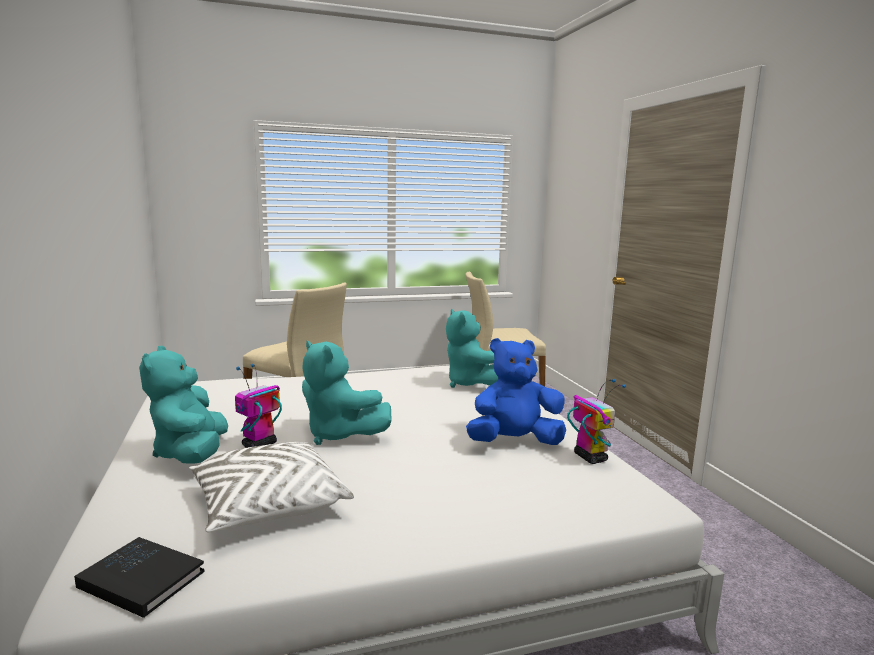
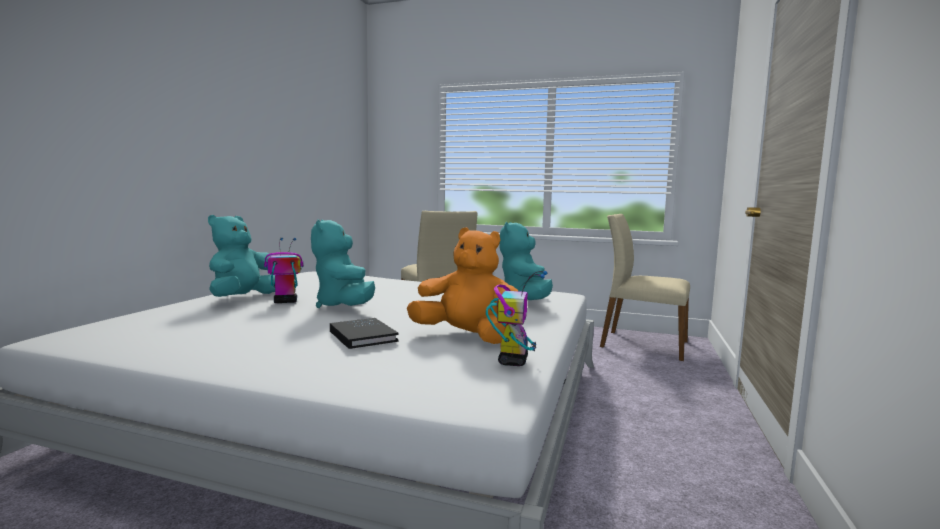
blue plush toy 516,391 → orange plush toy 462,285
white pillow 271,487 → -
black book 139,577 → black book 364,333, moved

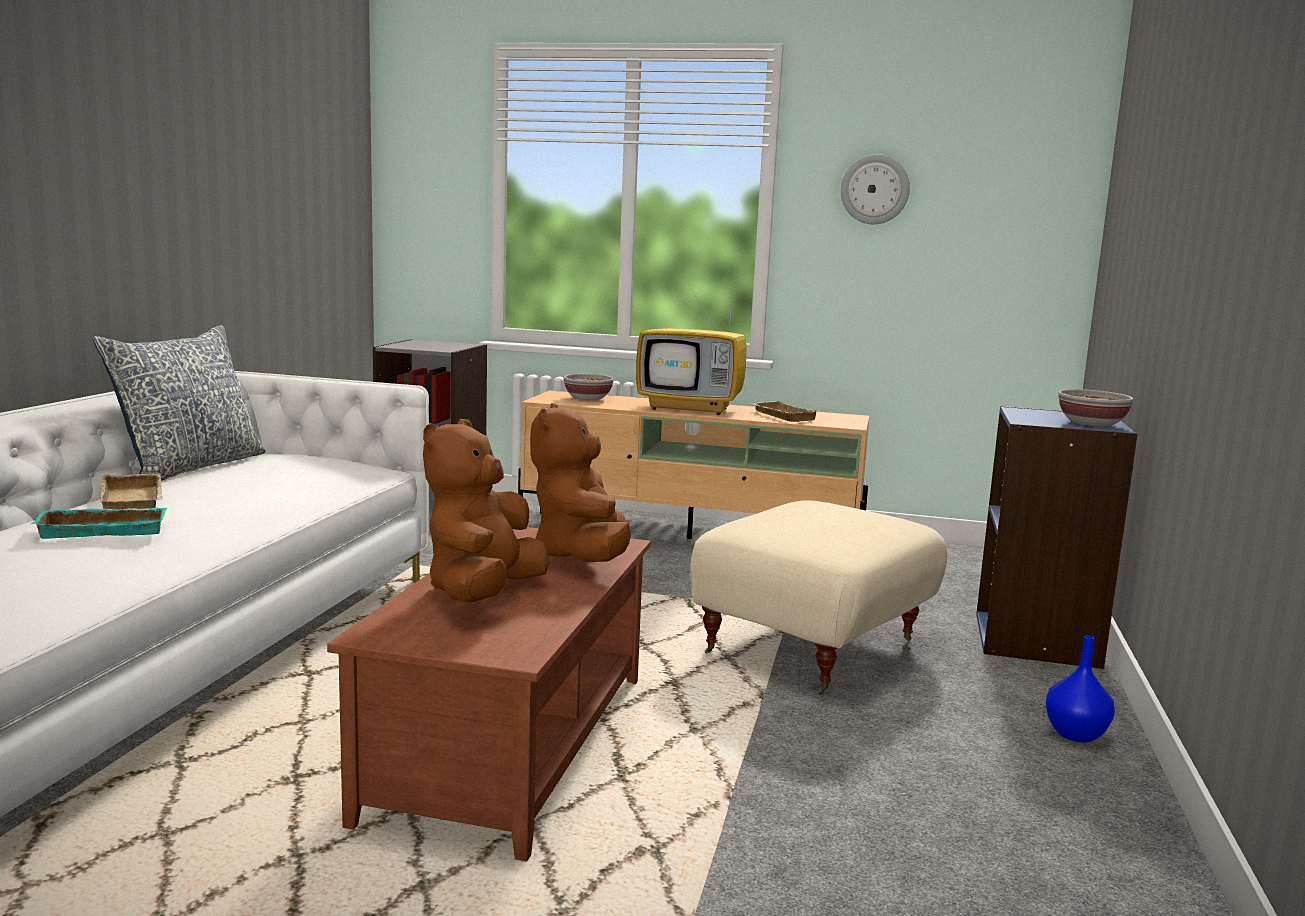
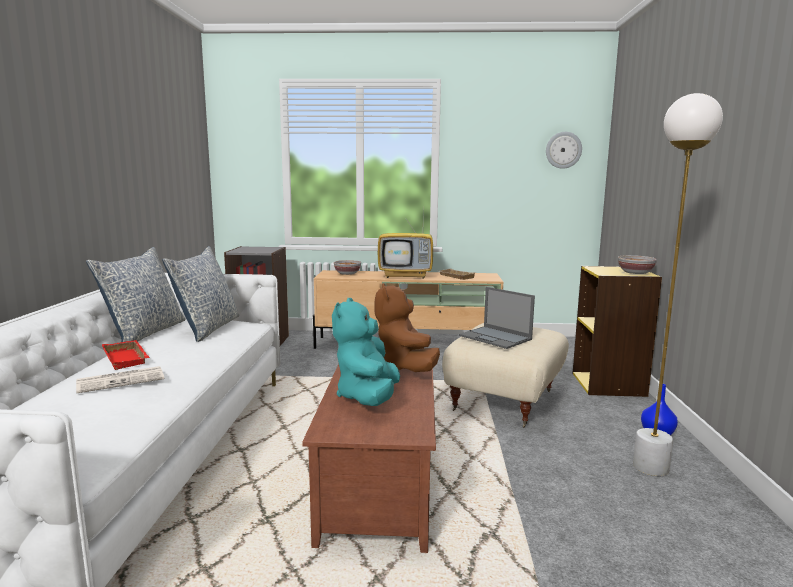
wall clock 875,189 → wall clock 564,150, moved
blue bookcase 1057,537 → yellow bookcase 617,331
brown plush toy 486,510 → turquoise plush toy 366,352
beige tray 131,491 → red tray 126,355
turquoise tray 99,523 → newspaper 120,379
- → white floor lamp 678,284
- → pillow 200,294
- → laptop 497,318

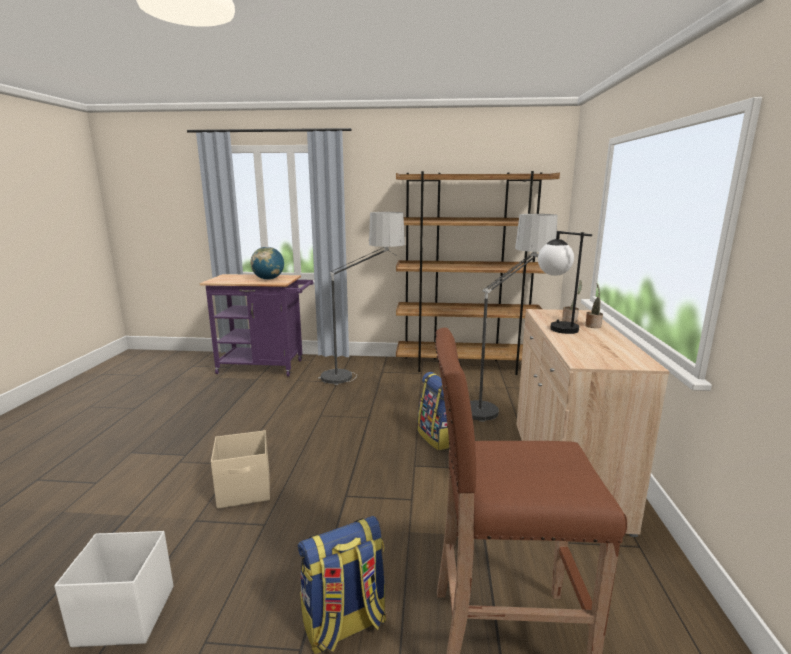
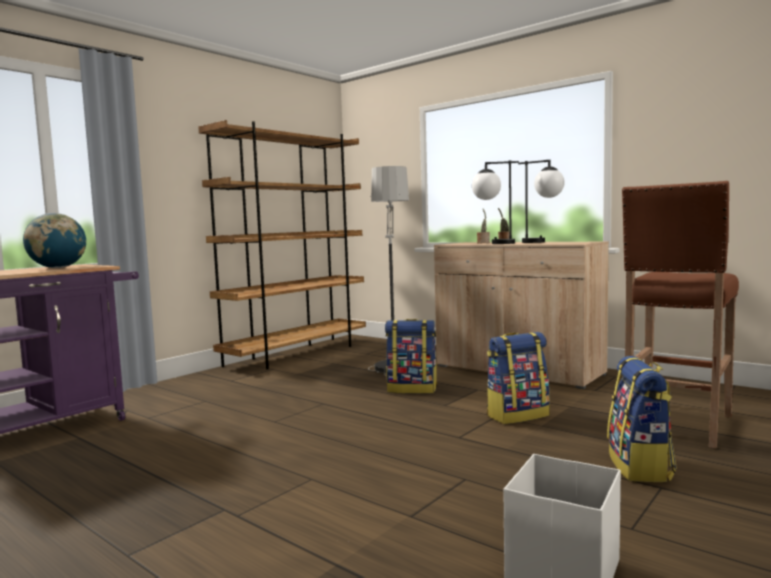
floor lamp 361,298 → -
beige storage box 240,469 → -
- → table lamp 541,201
- → backpack 518,378

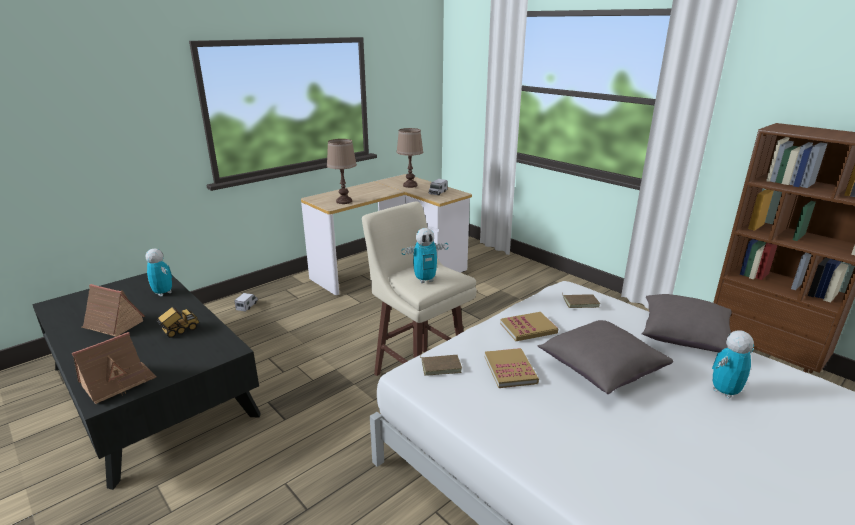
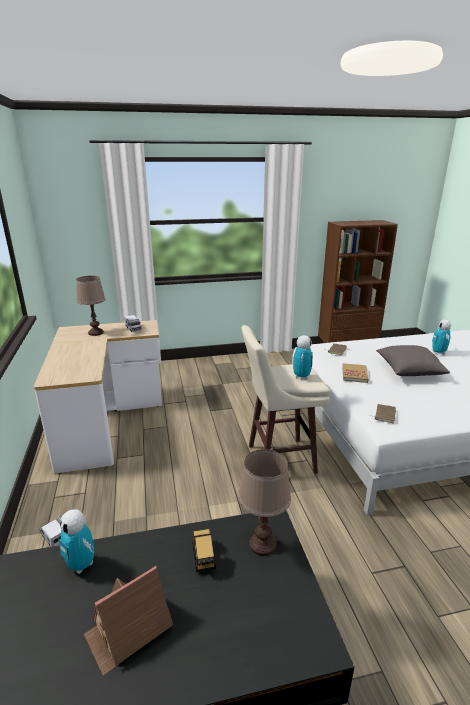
brown table lamp 342,171 → brown table lamp 264,502, moved
toy robot 159,272 → toy robot 76,541, 120 degrees counterclockwise
grey pillow 687,323 → -
toy house 114,368 → -
book 512,368 → -

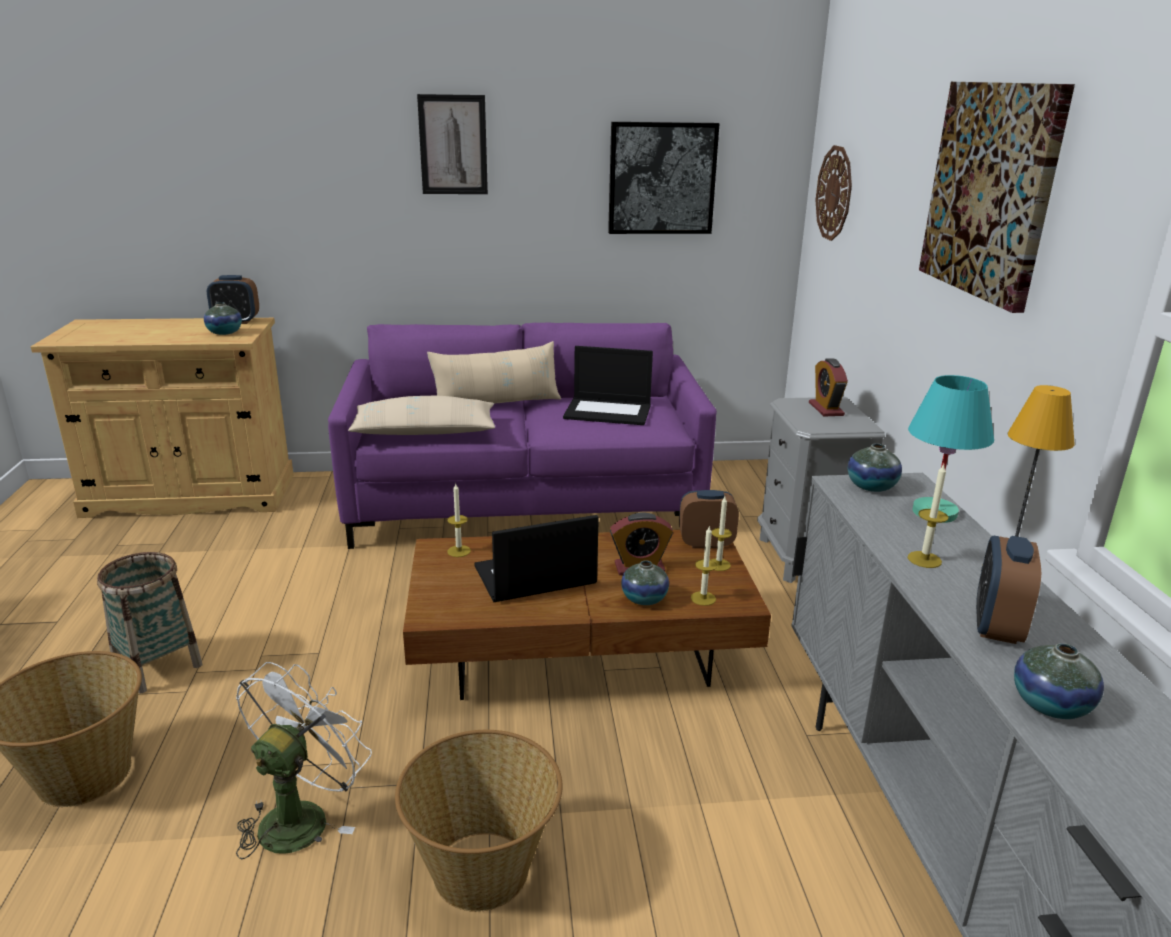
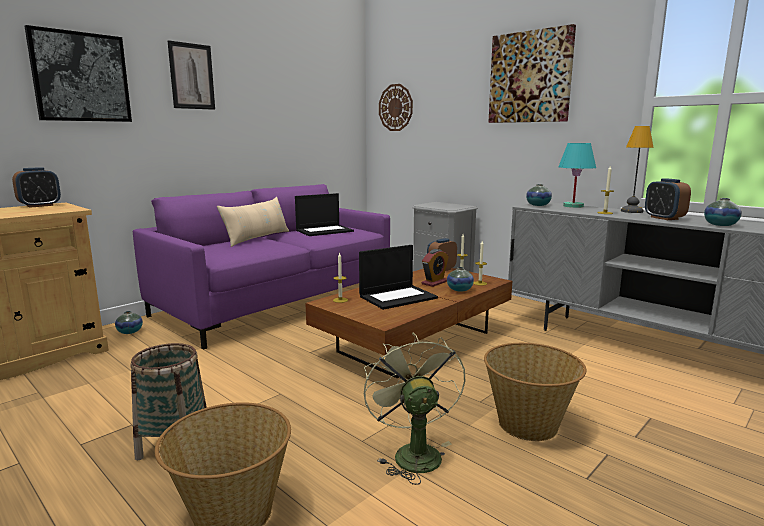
picture 664,178 → picture 78,73, moved
vase 223,318 → vase 129,322, moved
alarm clock 828,387 → -
beige pillow 421,415 → -
laptop 536,558 → laptop 398,277, 150 degrees counterclockwise
white fan 304,760 → green fan 414,408

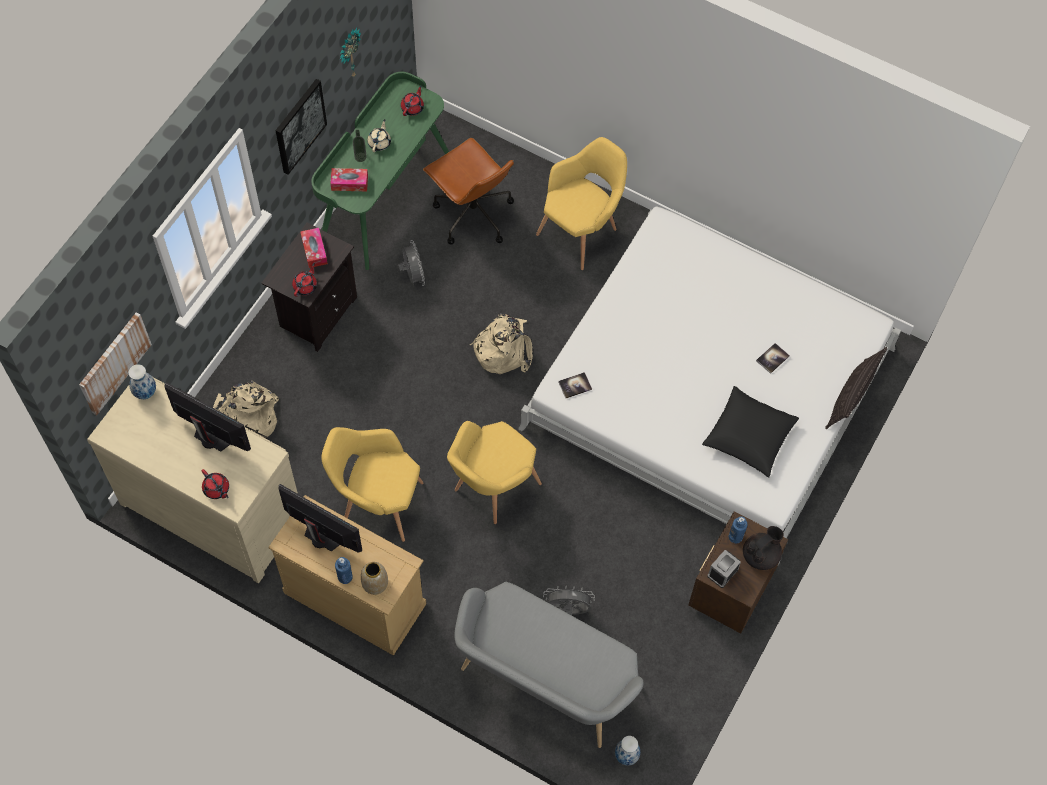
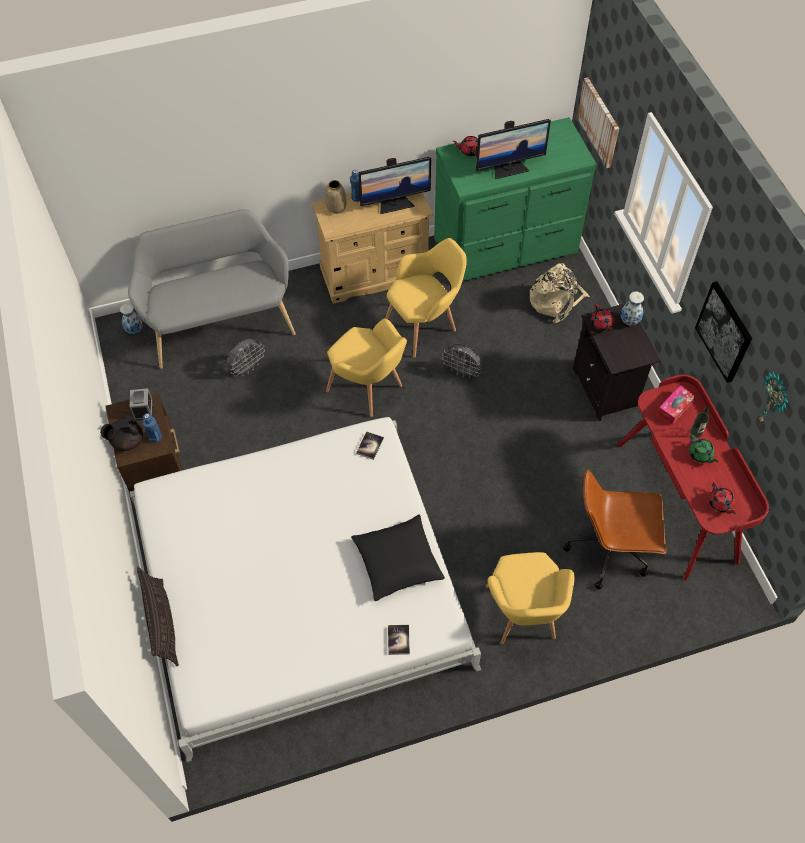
green desk 380,171 → red desk 693,478
beige teapot 379,135 → green teapot 703,449
tissue box 314,248 → -
grey fan 411,263 → grey fan 462,361, moved
beige backpack 501,343 → -
book 773,358 → book 399,640, moved
vase 142,381 → vase 632,309, moved
beige dresser 192,480 → green dresser 515,199
black pillow 750,431 → black pillow 398,557, moved
yellow armchair 494,472 → yellow armchair 366,368, 135 degrees clockwise
black teapot 763,548 → black teapot 121,433, 60 degrees clockwise

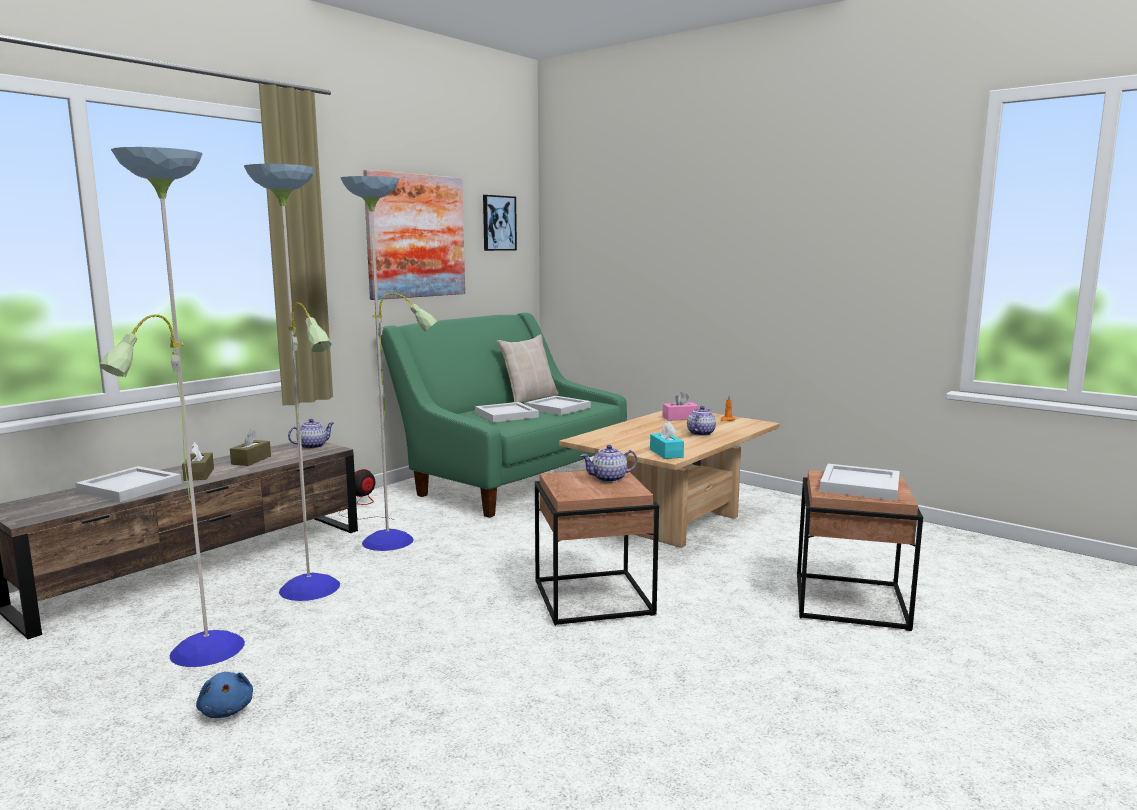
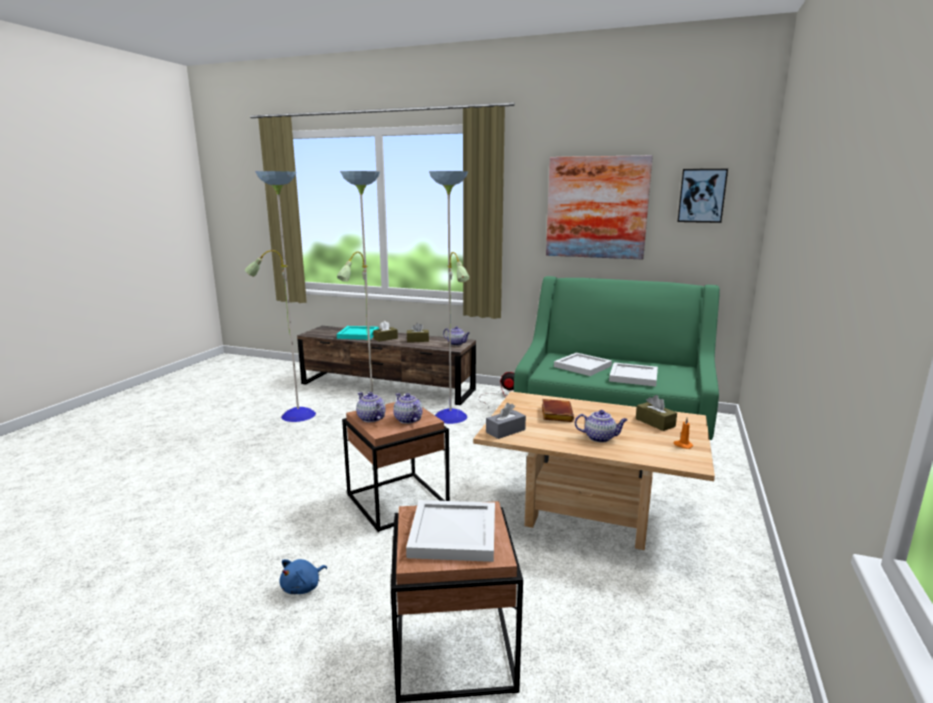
beige pillow 527,368 → -
pink tissue box 680,406 → brown tissue box 656,413
turquoise tissue box 667,440 → grey tissue box 506,421
white tray 128,484 → turquoise tray 358,333
blue plush toy 224,695 → blue plush toy 303,576, moved
- → teapot 371,407
- → brown book 558,410

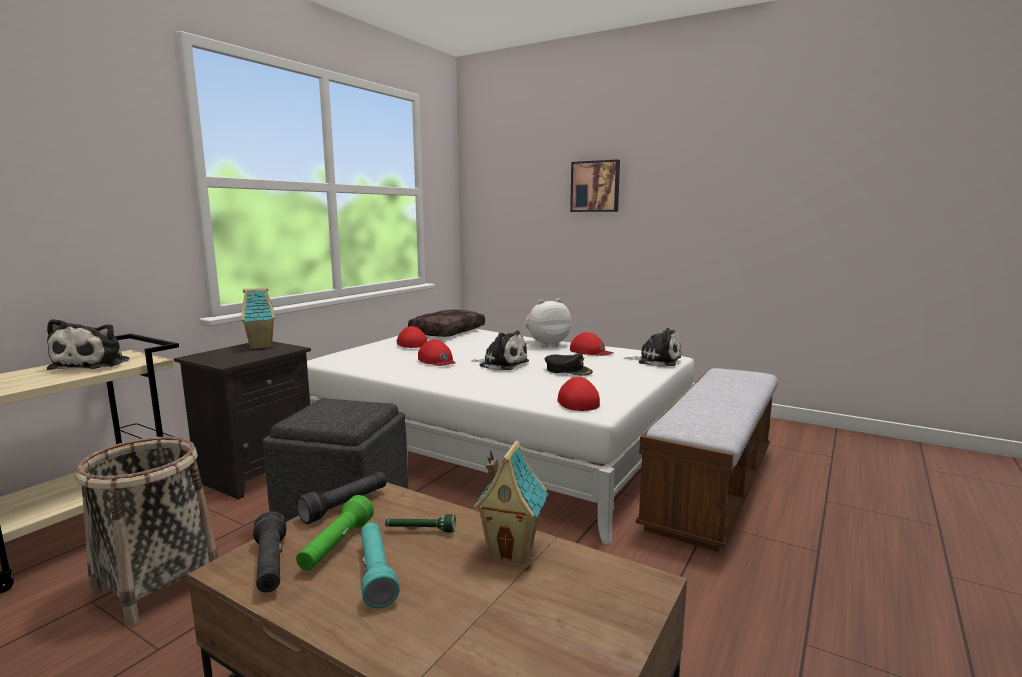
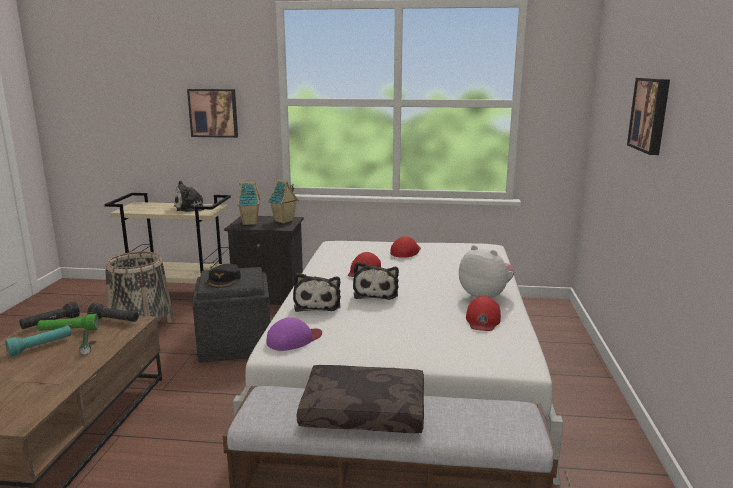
brown pillow 446,323 → brown pillow 360,399, moved
plush toy 652,347 → plush toy 317,292, moved
black cap 569,364 → black cap 224,276, moved
red cap 578,394 → purple cap 294,334
toy house 510,502 → toy house 248,203, moved
- → picture 212,113

